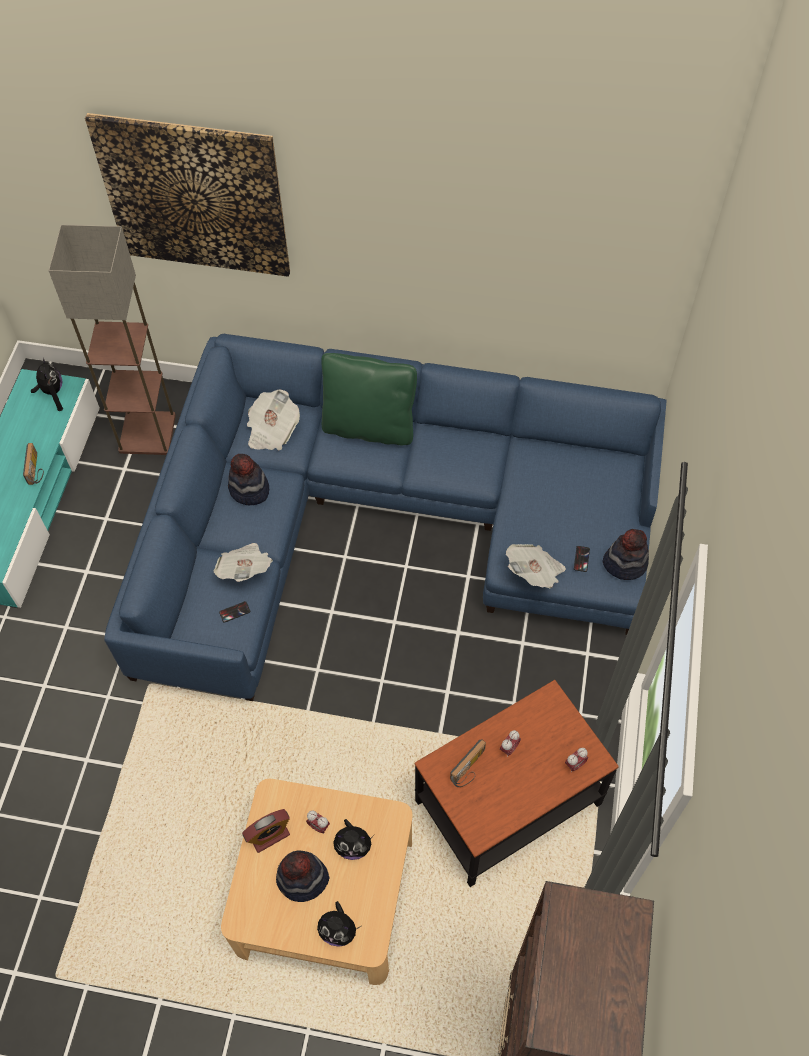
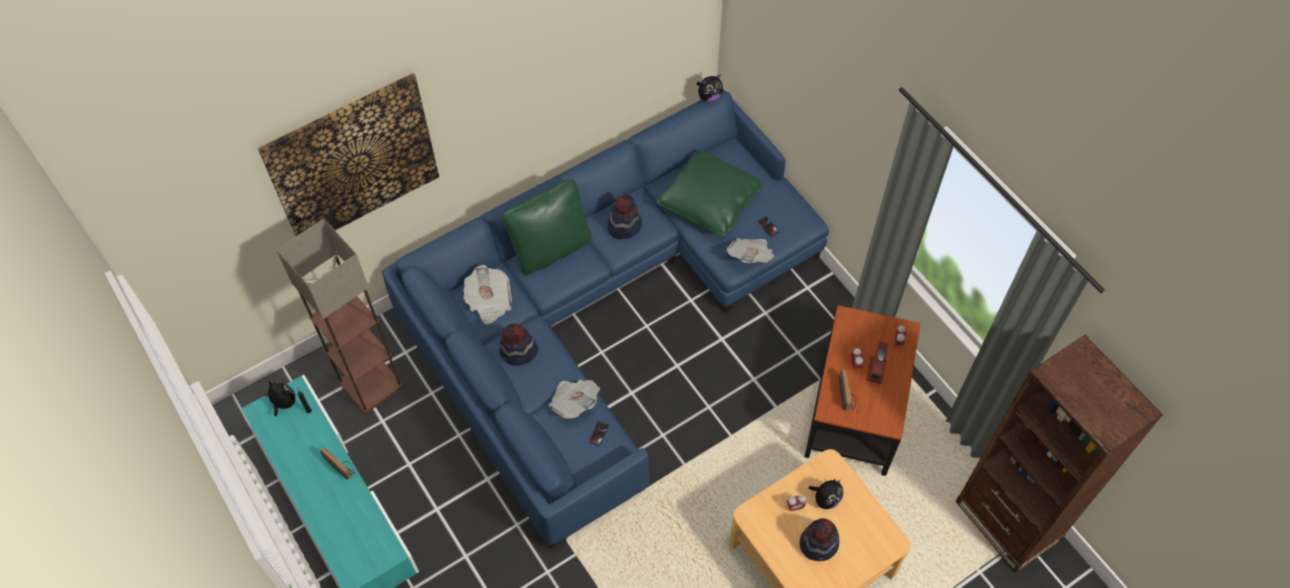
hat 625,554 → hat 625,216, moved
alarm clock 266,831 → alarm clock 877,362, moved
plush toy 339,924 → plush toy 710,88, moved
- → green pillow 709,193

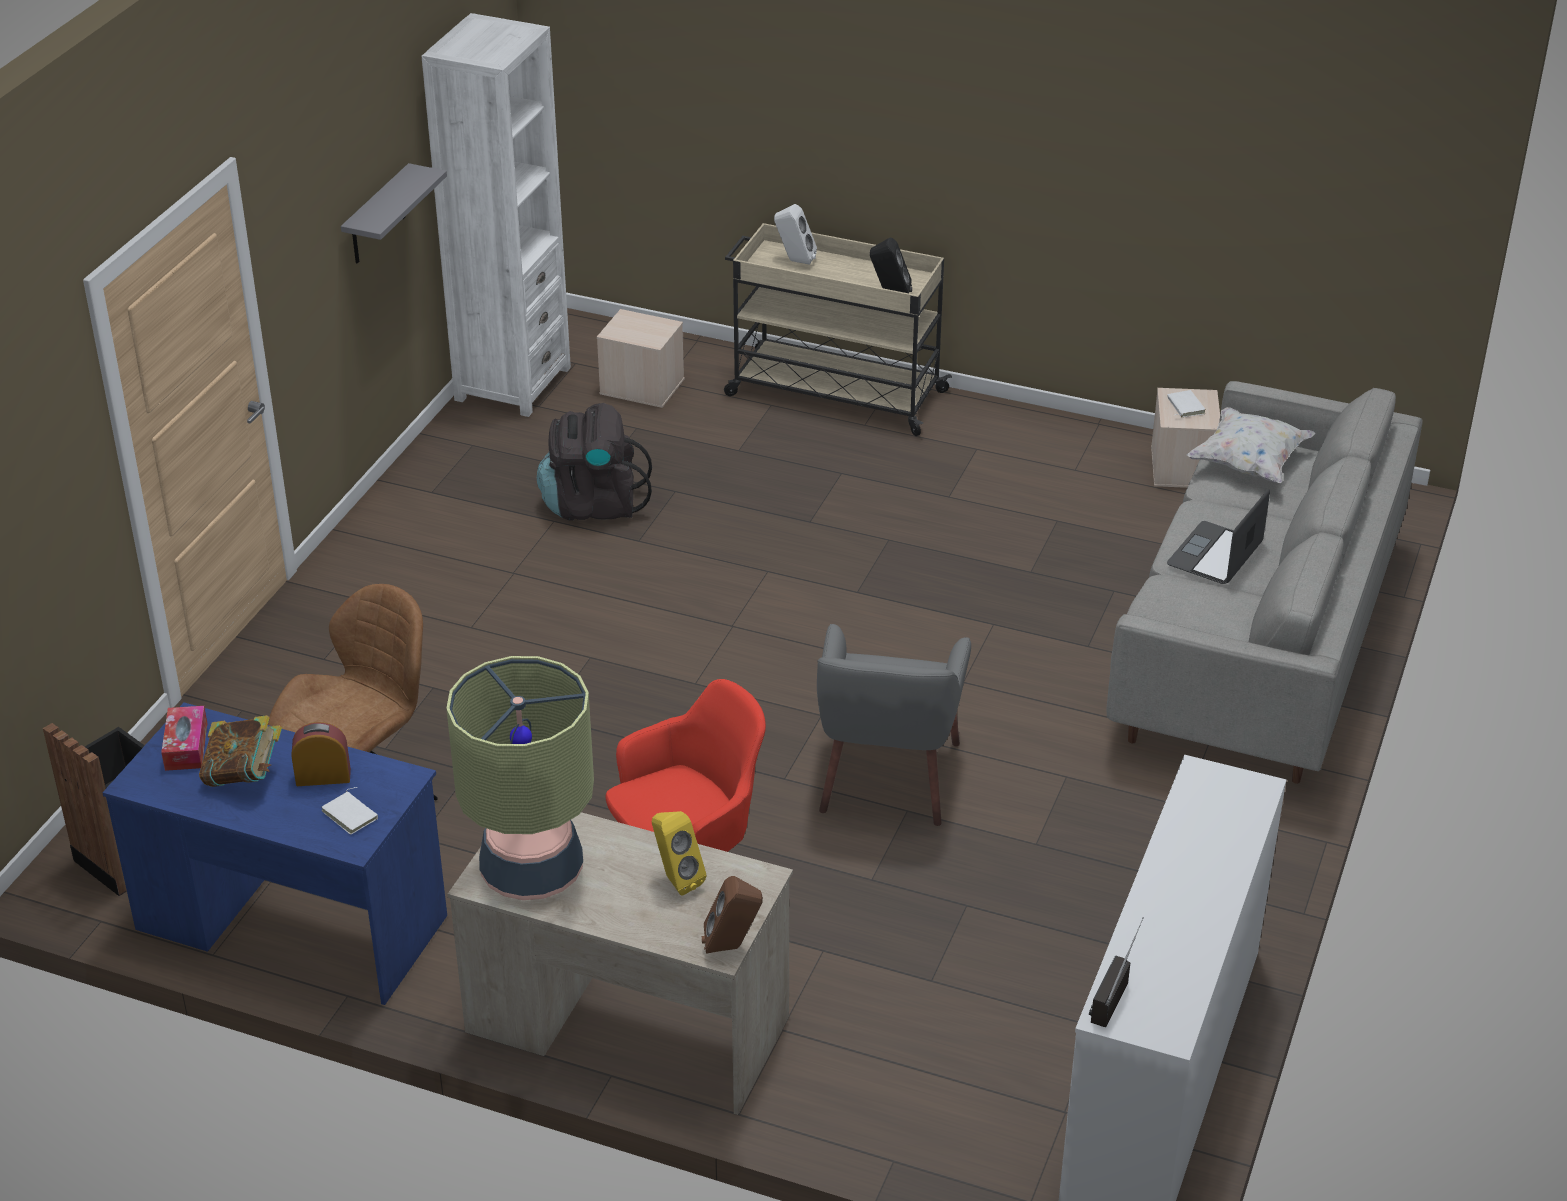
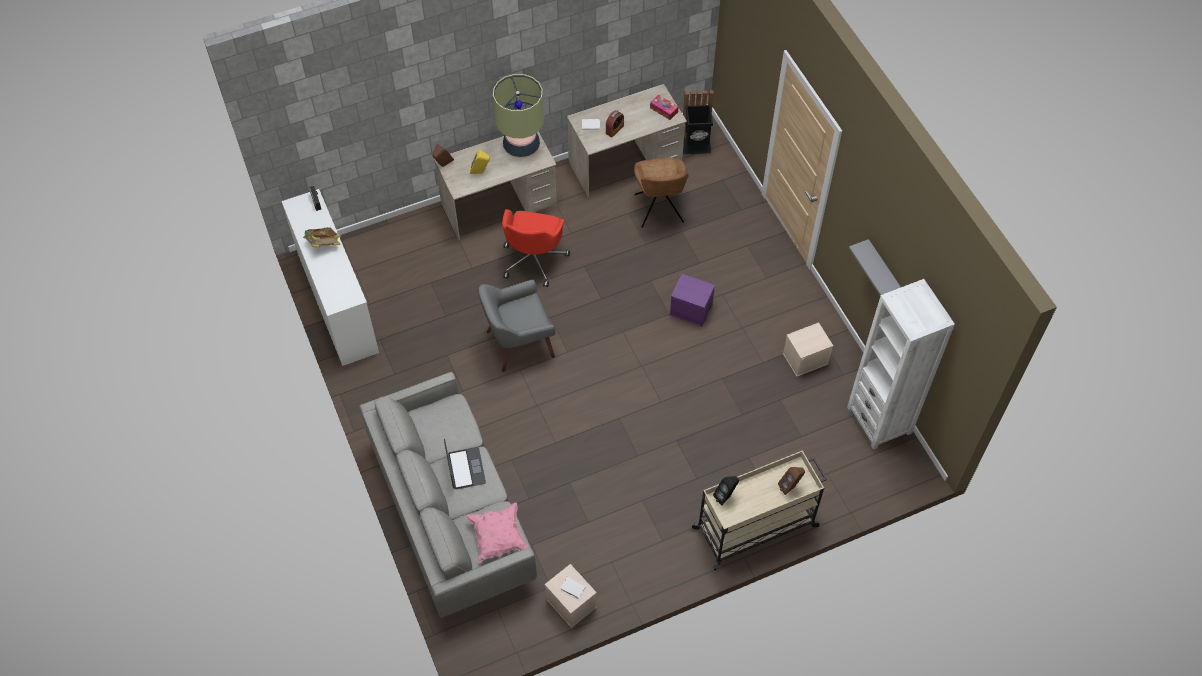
white speaker 795,234 → brown speaker 791,481
beige storage box 641,358 → beige storage box 808,349, moved
black backpack 594,462 → -
white pillow 1251,445 → pink pillow 497,533
grey armchair 894,725 → grey armchair 517,326, 75 degrees counterclockwise
blue desk 274,854 → beige desk 627,140
book 240,751 → book 322,237, moved
- → purple storage box 692,300

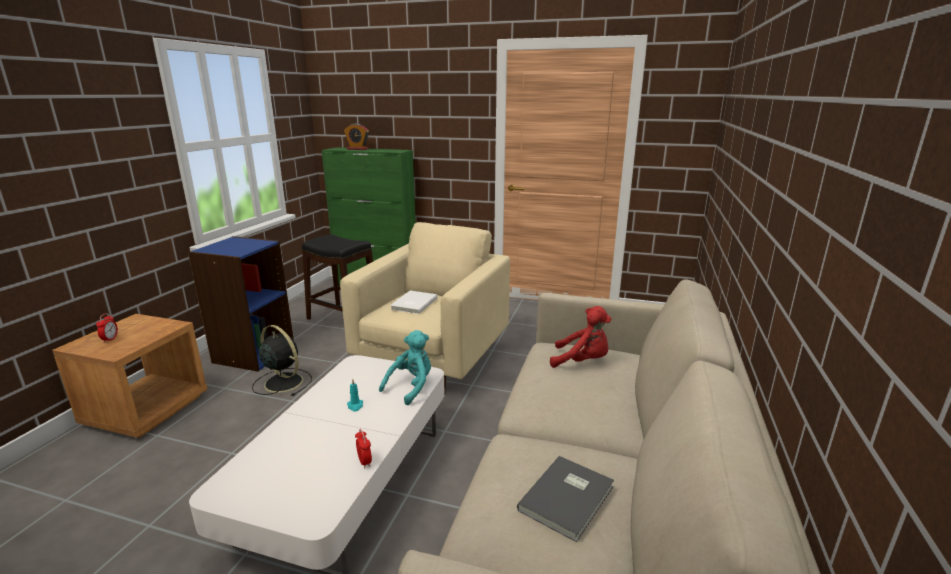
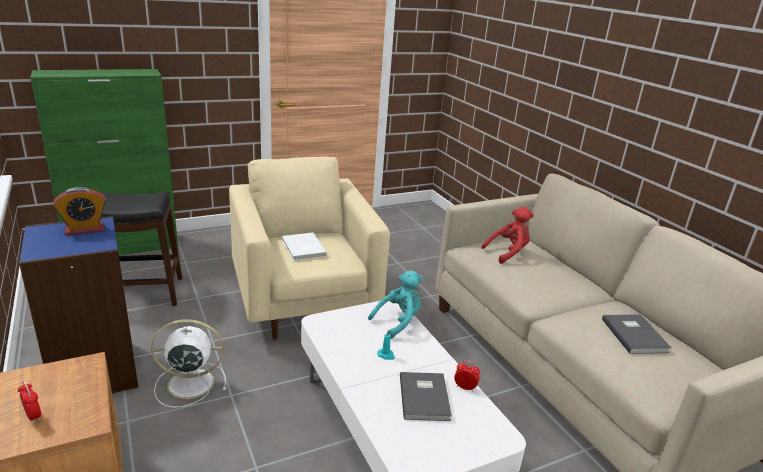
alarm clock 356,136 → alarm clock 79,211, moved
black fan 282,360 → white fan 188,363
turquoise plush toy 405,367 → turquoise plush toy 395,304, 60 degrees clockwise
- → grey book 426,396

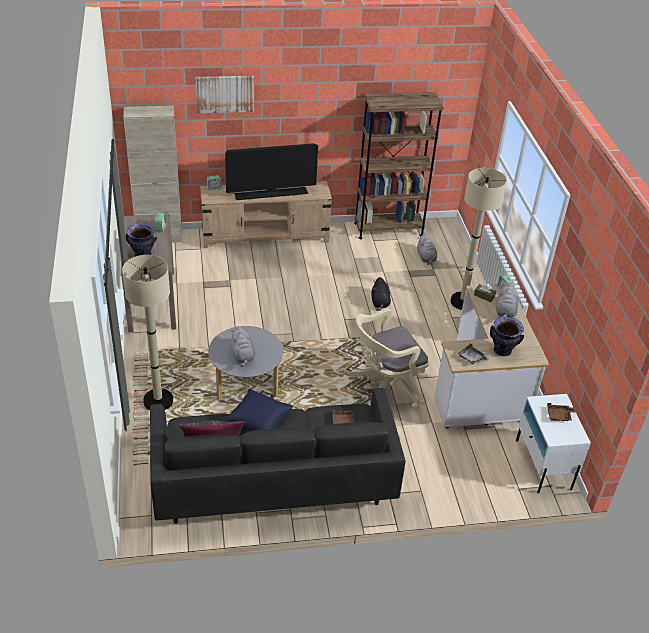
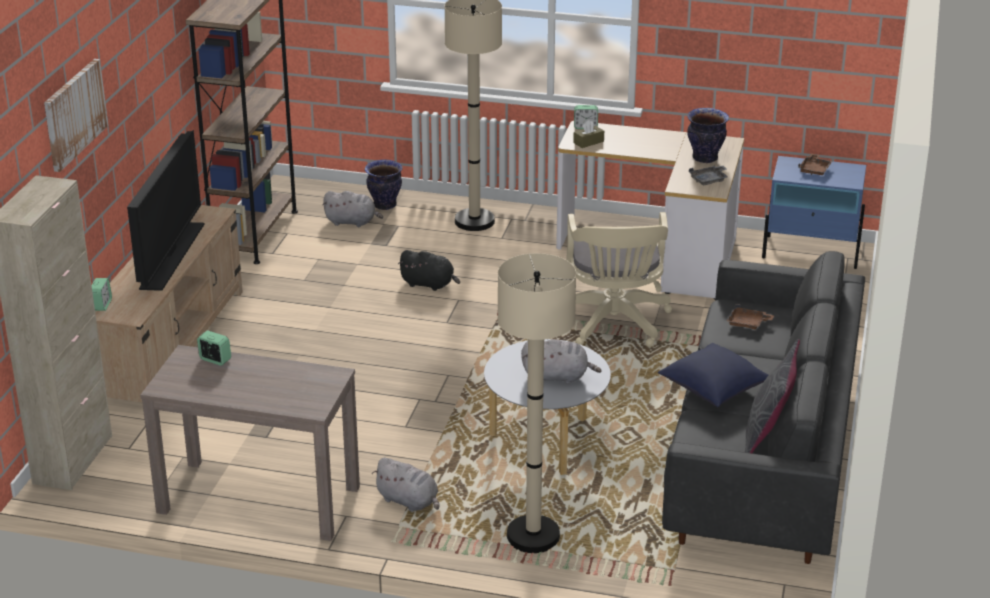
vase 141,240 → vase 383,185, moved
grey plush toy 507,300 → grey plush toy 406,485, moved
white nightstand 553,443 → blue nightstand 814,212

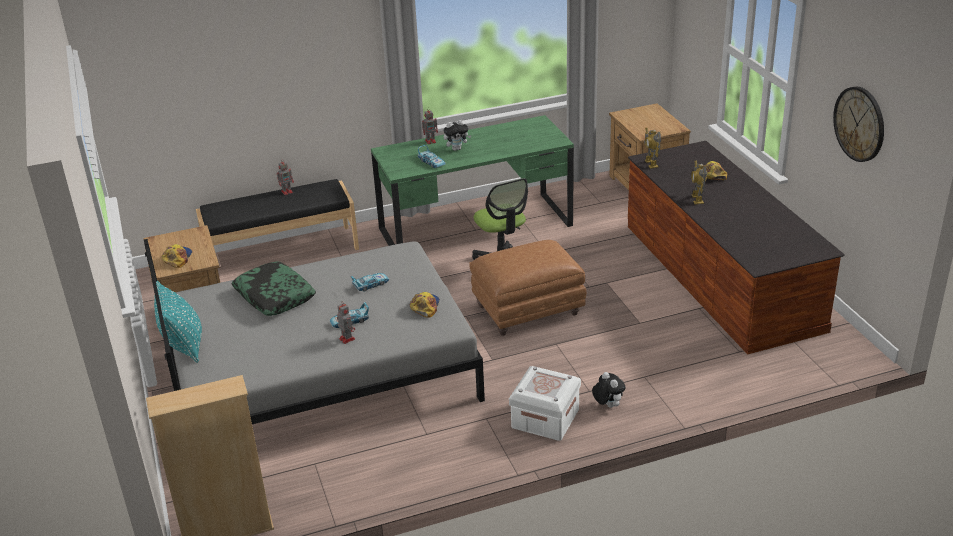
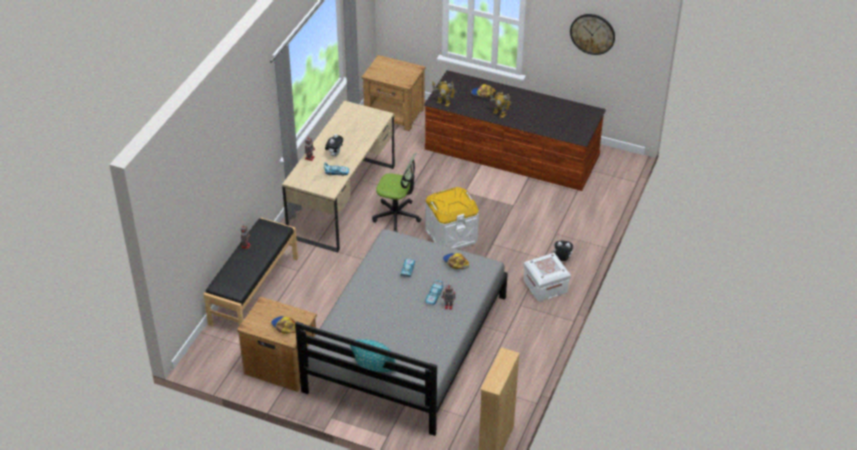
green desk 472,180 → beige desk 338,177
brown ottoman 528,288 → white storage box 452,218
pillow 273,288 → -

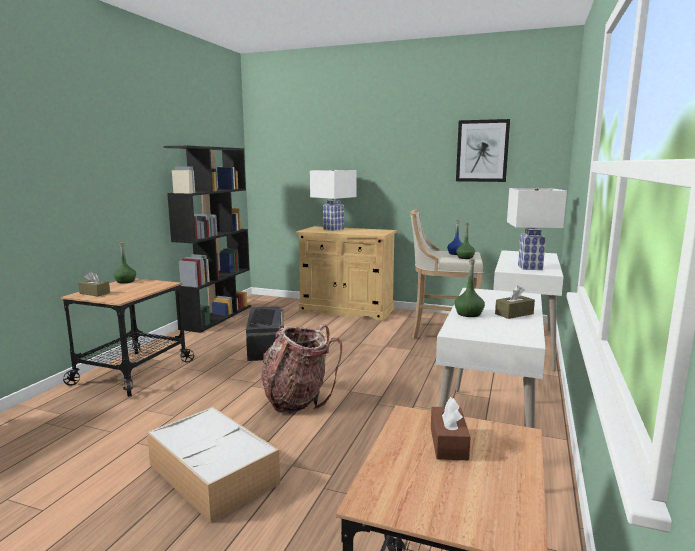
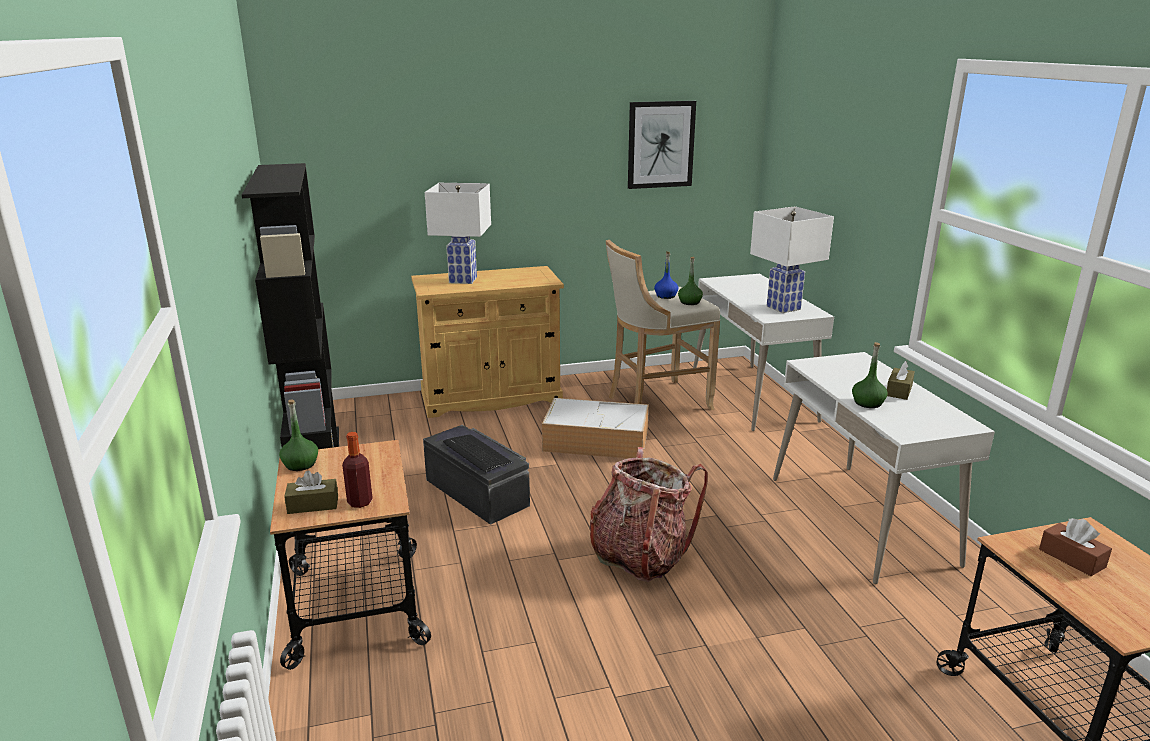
storage box 213,465 → storage box 595,428, moved
- → bottle 357,470

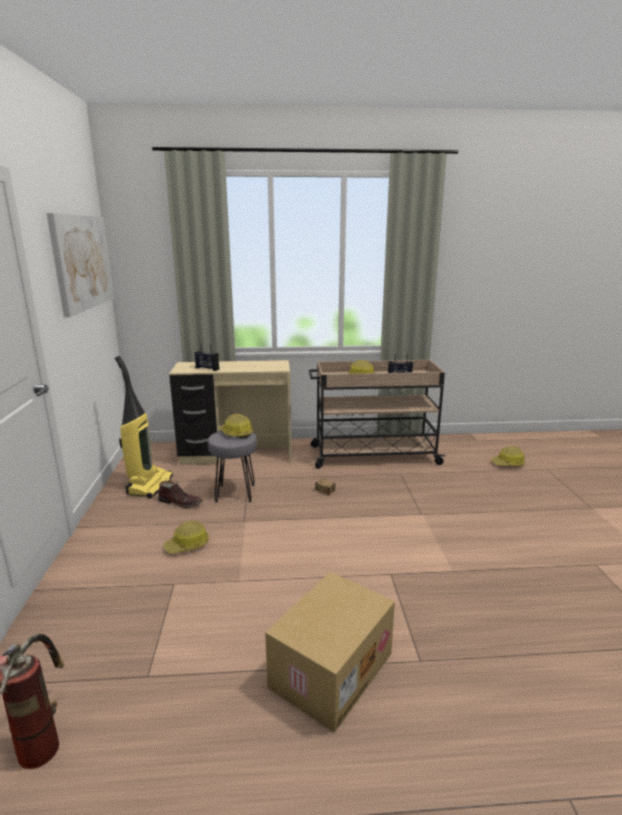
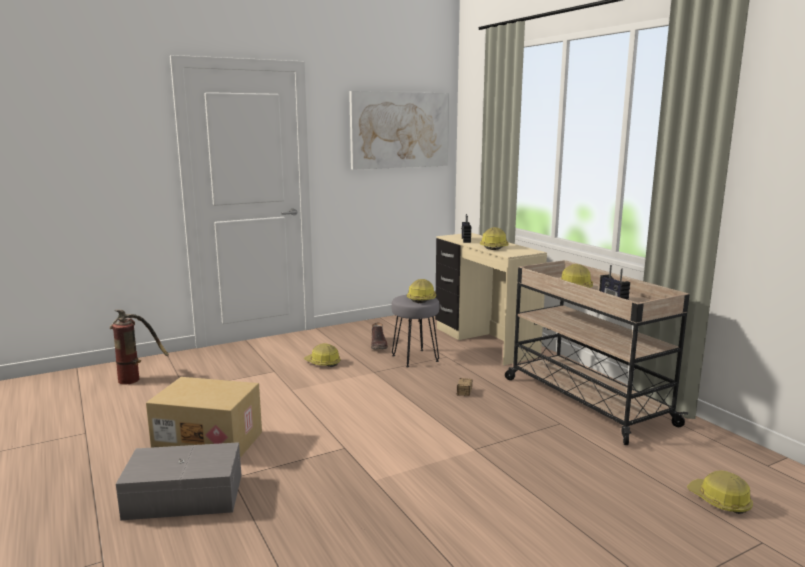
vacuum cleaner 144,427 → -
- → hard hat 494,238
- → grey storage box 178,481

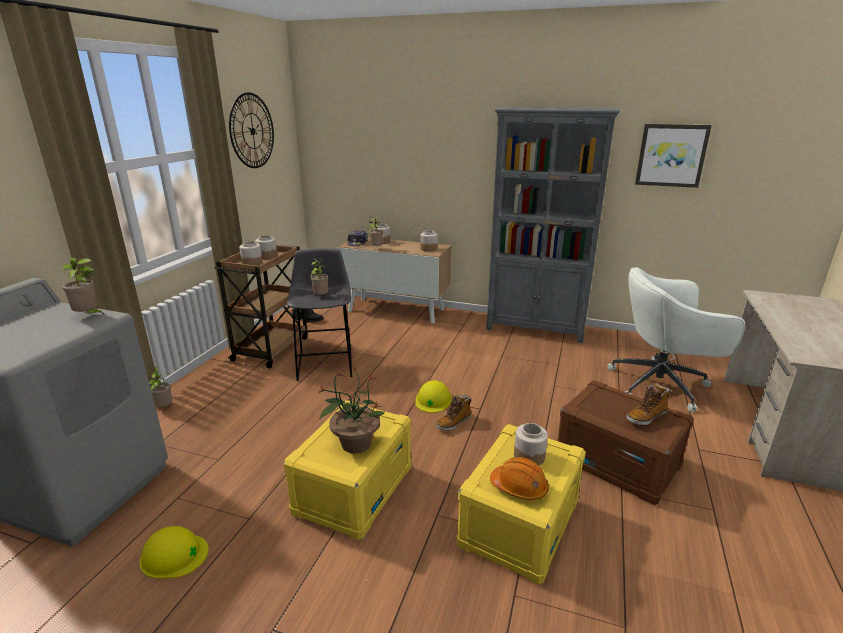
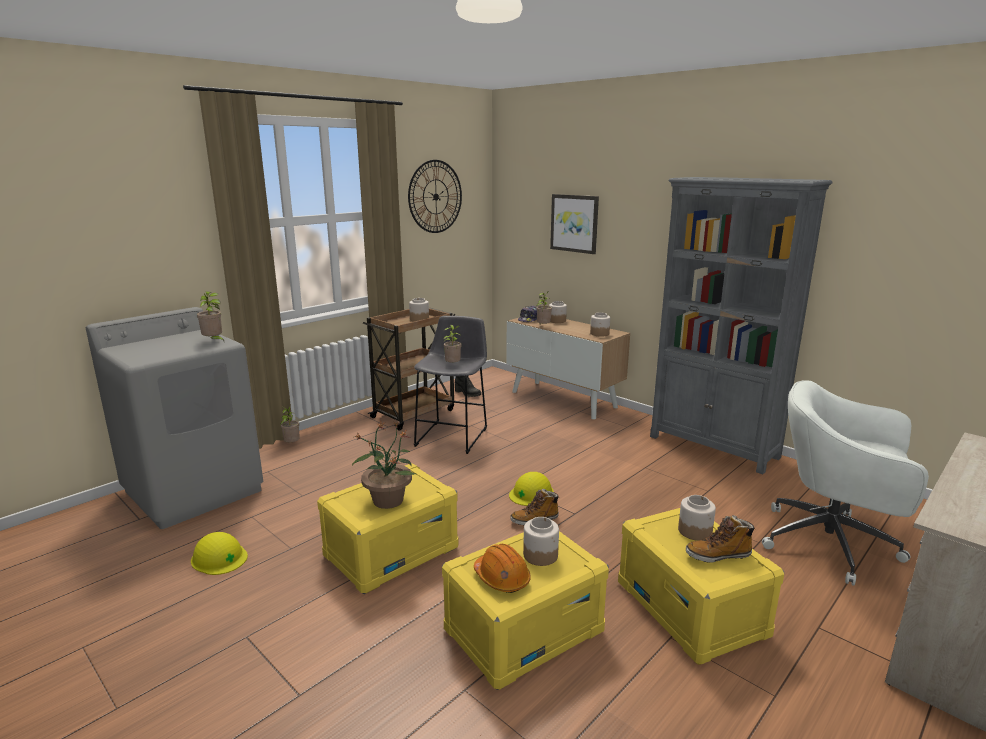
picture 673,156 → picture 574,224, moved
jar 250,253 → jar 697,518, moved
brown storage box 625,442 → yellow storage box 701,586

